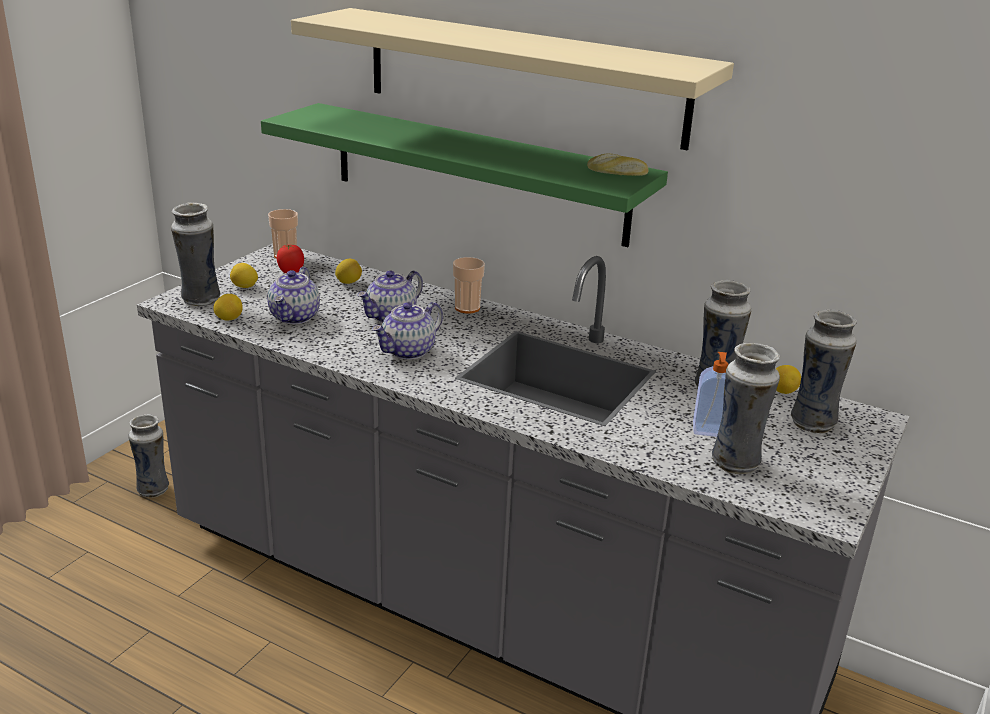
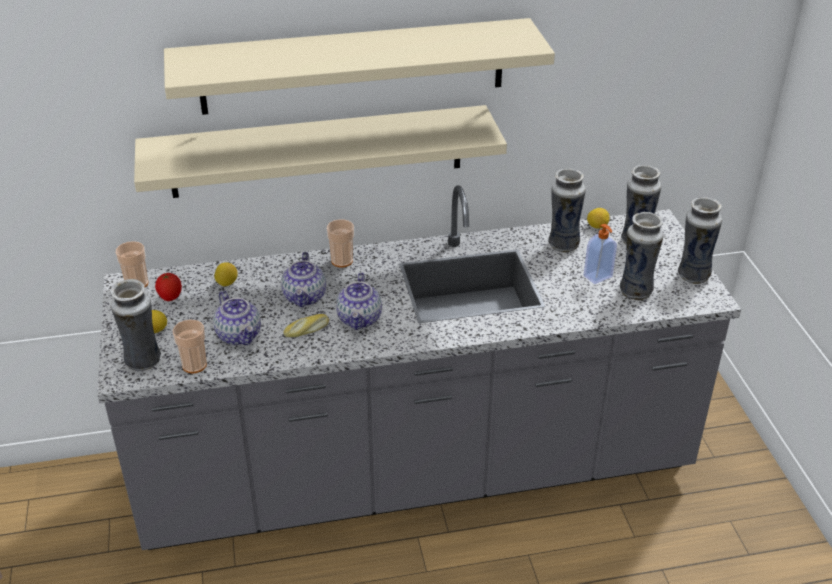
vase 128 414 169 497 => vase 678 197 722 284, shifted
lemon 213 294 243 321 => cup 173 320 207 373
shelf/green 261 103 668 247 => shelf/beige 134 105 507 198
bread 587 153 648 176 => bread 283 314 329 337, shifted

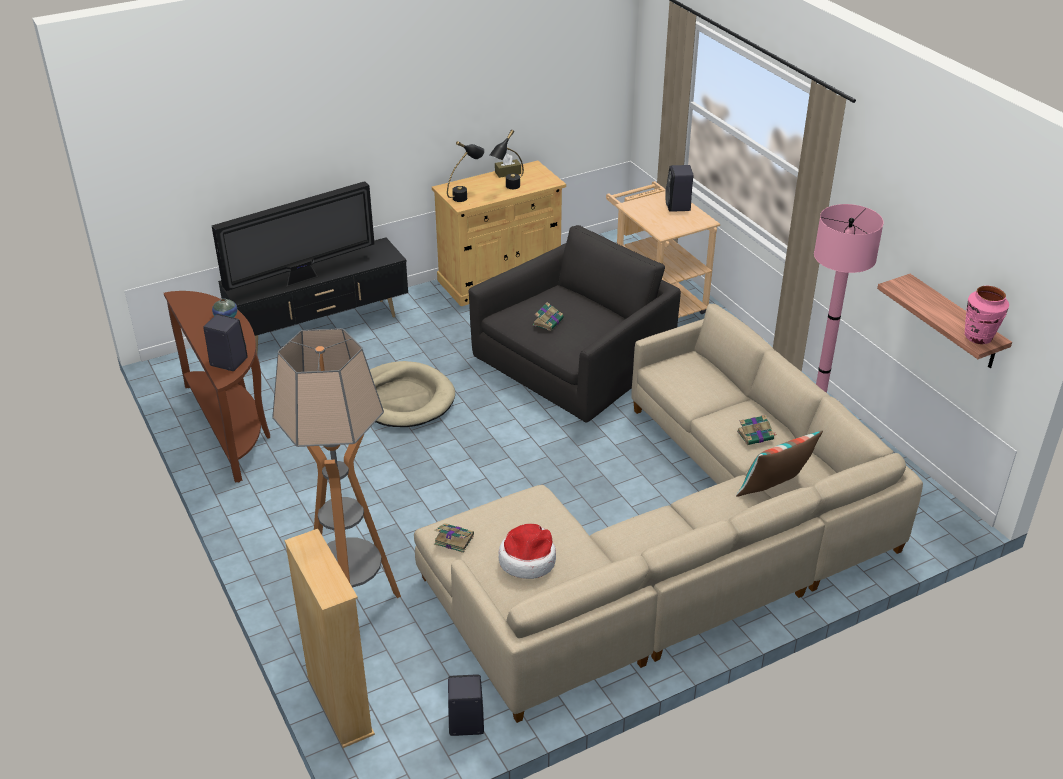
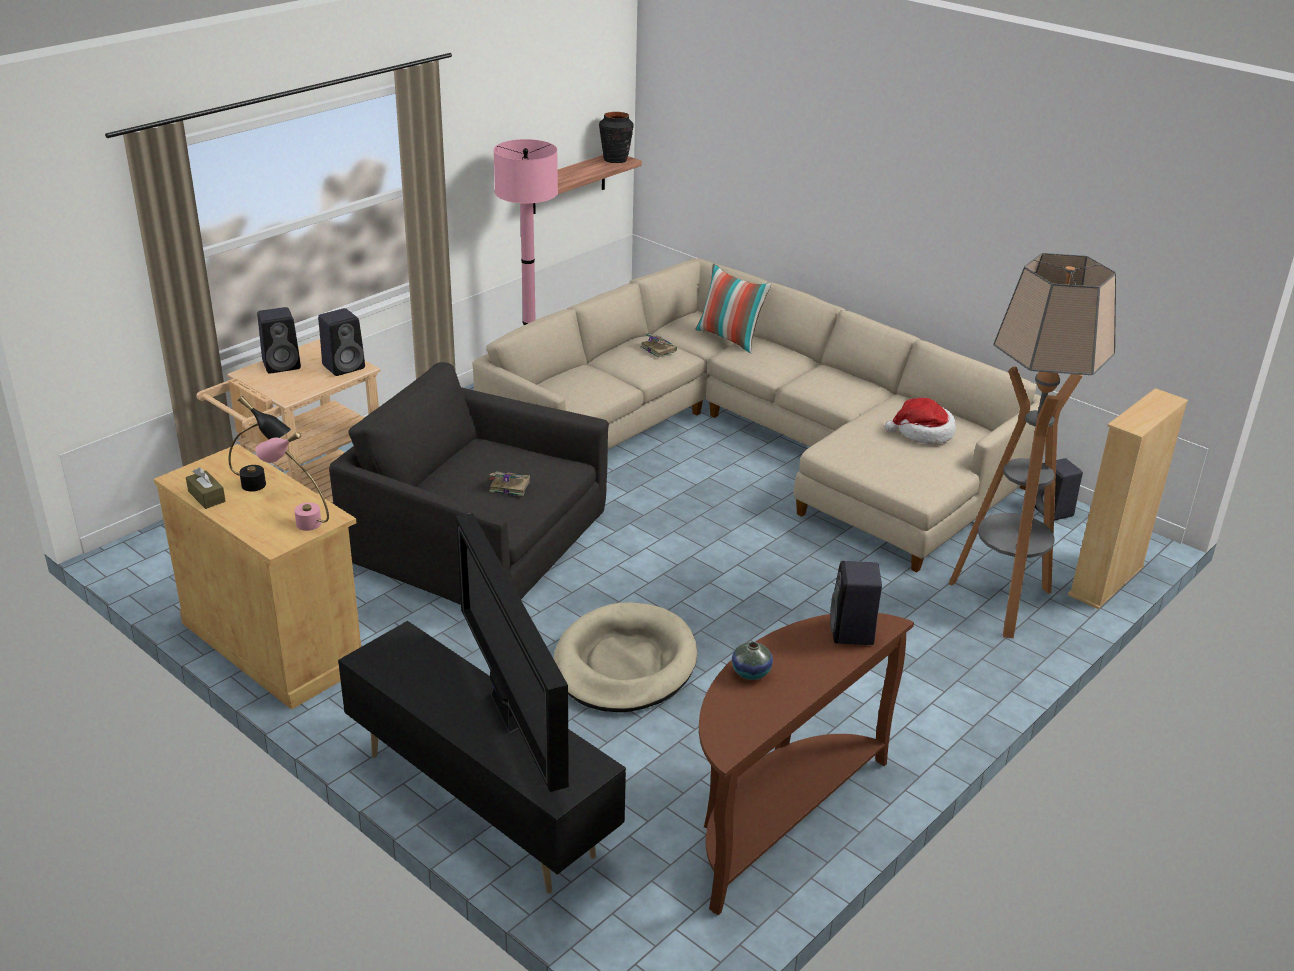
television 212 181 375 291 => television 456 513 569 792, 150 degrees counterclockwise
book 434 523 474 553 => nothing
table lamp/black 447 141 485 202 => table lamp/pink 256 432 329 531
vase/pink 965 286 1009 344 => vase/black 599 112 634 163
nothing => speaker/black 318 308 365 376

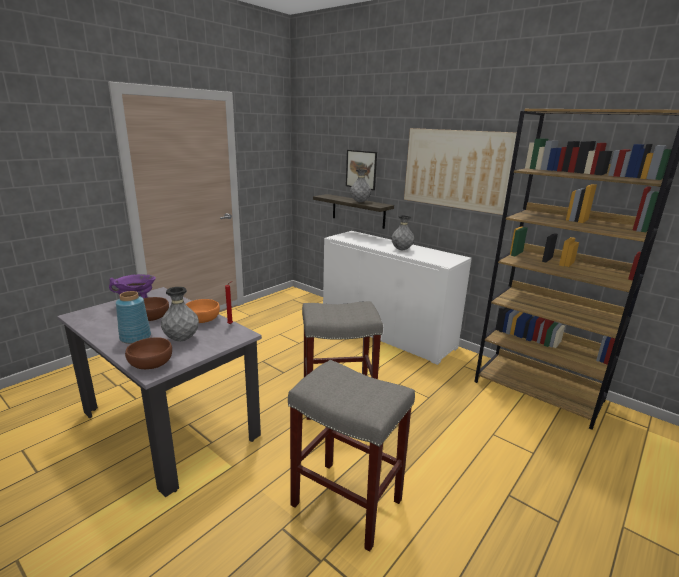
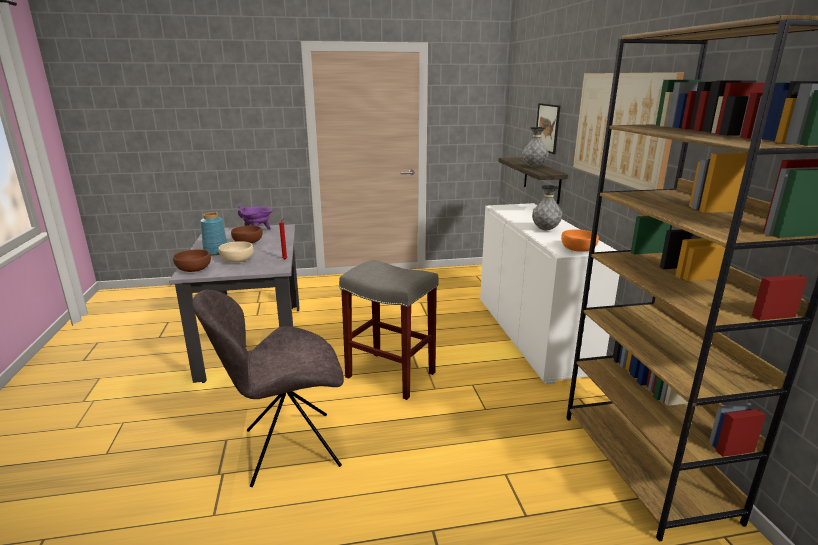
vase/grey 161 287 199 341 => bowl/beige 218 241 254 262
bowl/orange 186 299 220 323 => bowl/orange 561 230 599 251, shifted
stool/grey 288 360 415 552 => chair/grey 192 289 344 487

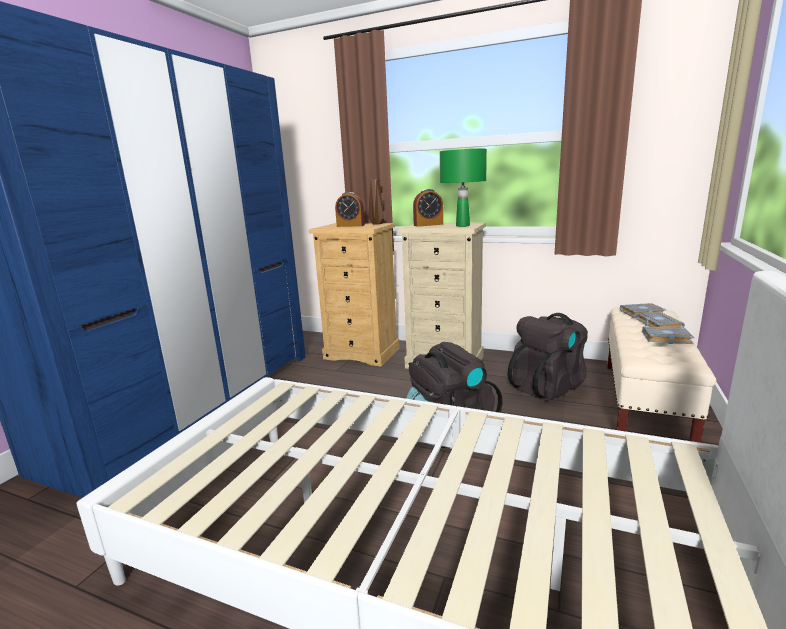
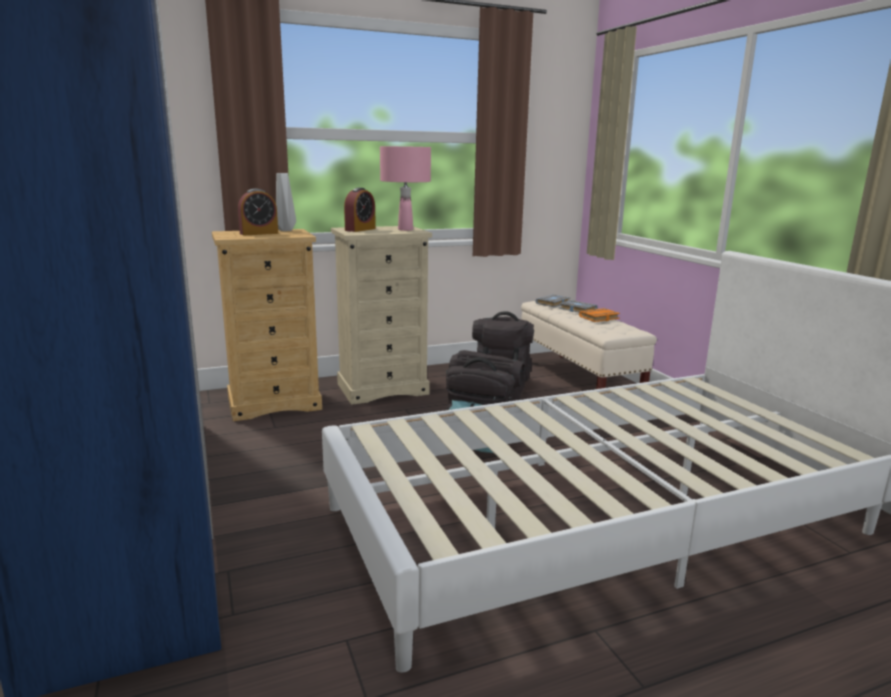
vase/brown 368 179 384 225 => vase/grey 276 173 296 231
table lamp/green 440 149 487 227 => table lamp/pink 380 146 431 231
book/grey 642 326 694 344 => book/orange 579 308 620 322

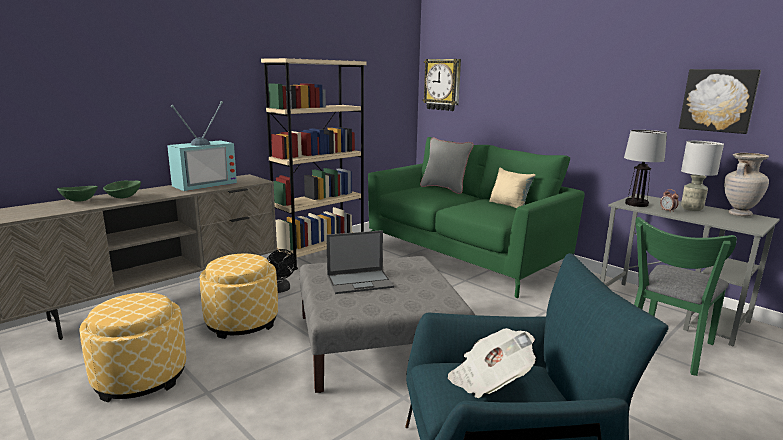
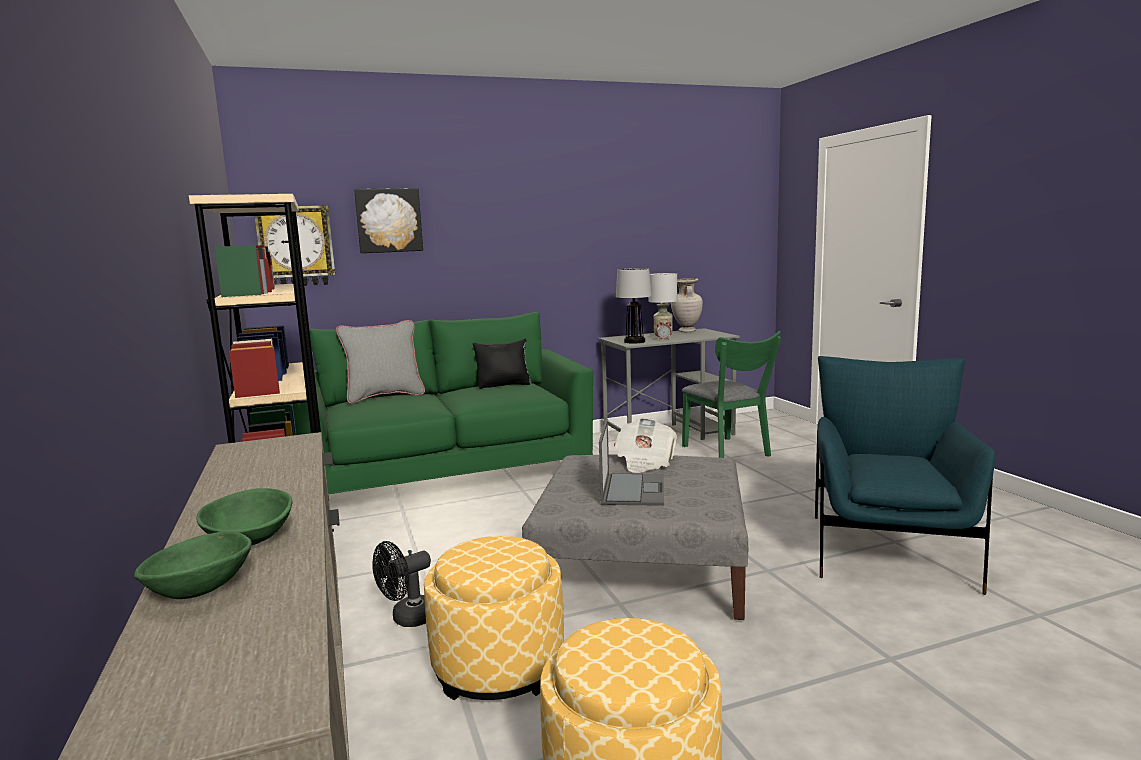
television 167 101 237 191 => nothing
fan/black 267 249 296 293 => fan/black 372 541 431 627, 150 degrees clockwise
newspaper 448 328 536 398 => newspaper 614 418 677 473, shifted
pillow/beige 489 168 535 209 => pillow/black 473 339 532 389
picture 679 69 761 134 => picture 354 188 423 253, shifted

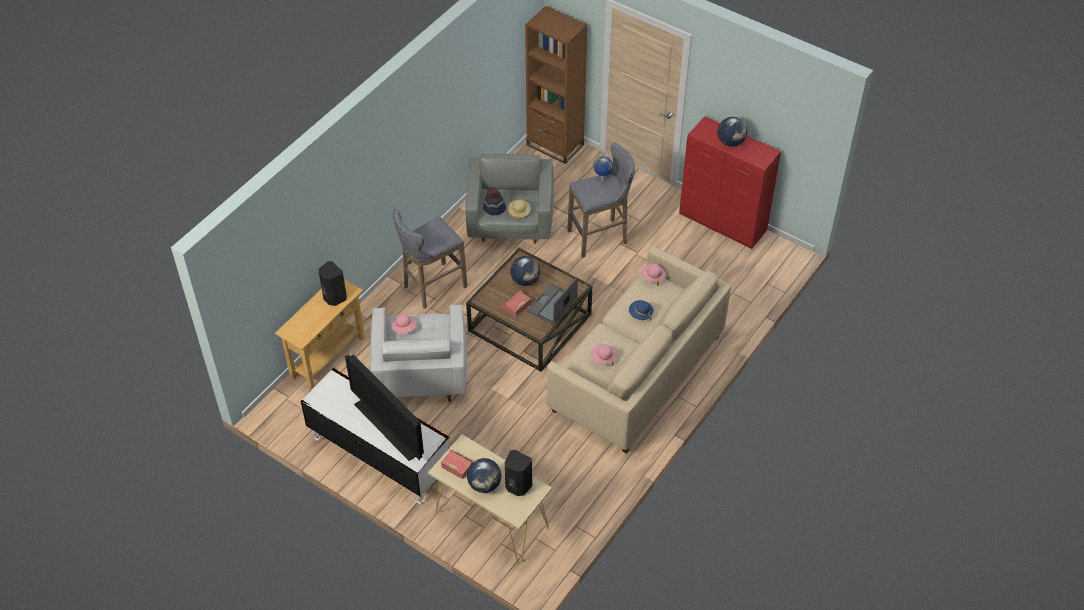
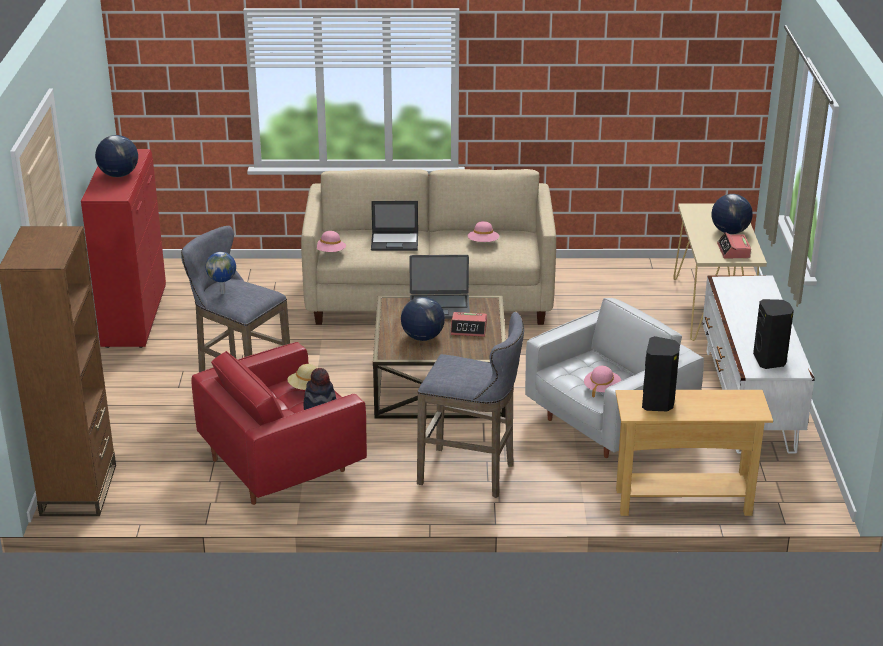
television 345 355 424 461 => nothing
armchair/grey 465 154 554 244 => armchair/red 191 342 367 505
speaker/black 505 450 532 496 => speaker/black 753 299 794 369, shifted
hat/blue 629 300 654 321 => laptop 371 201 418 251

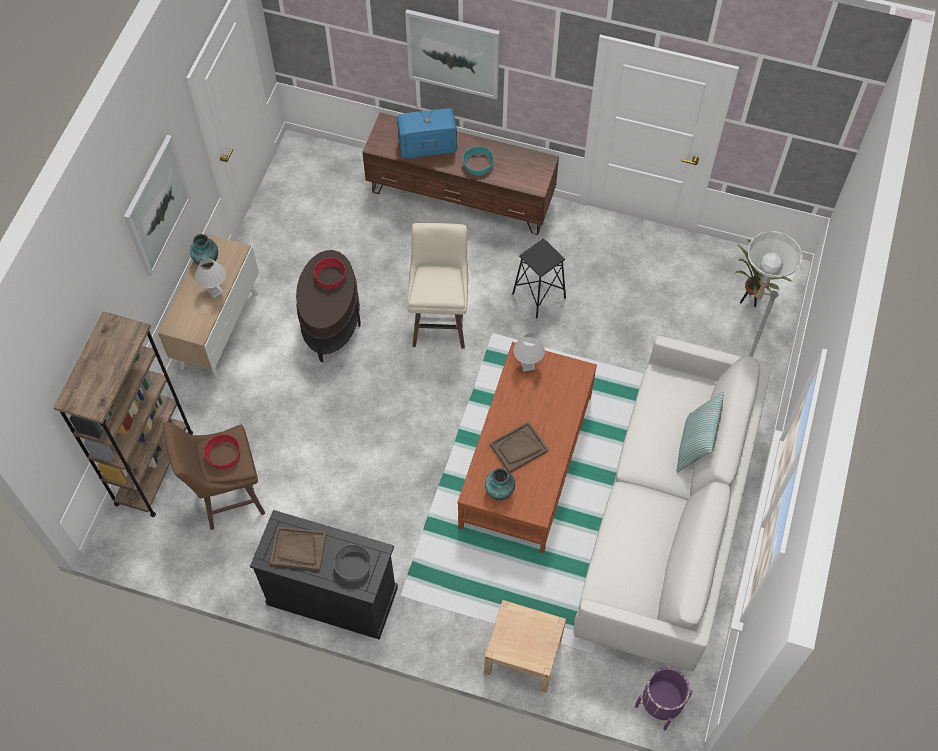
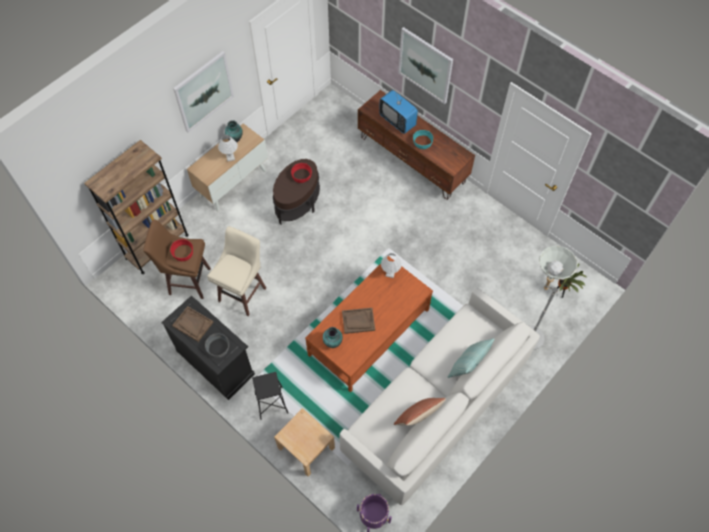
television 397 100 457 158 => television 379 88 418 134, 150 degrees counterclockwise
stool/beige 407 223 468 349 => stool/beige 207 226 266 316, shifted
stool/black 512 238 566 318 => stool/black 252 372 288 420, shifted
nothing => pillow 394 398 446 426

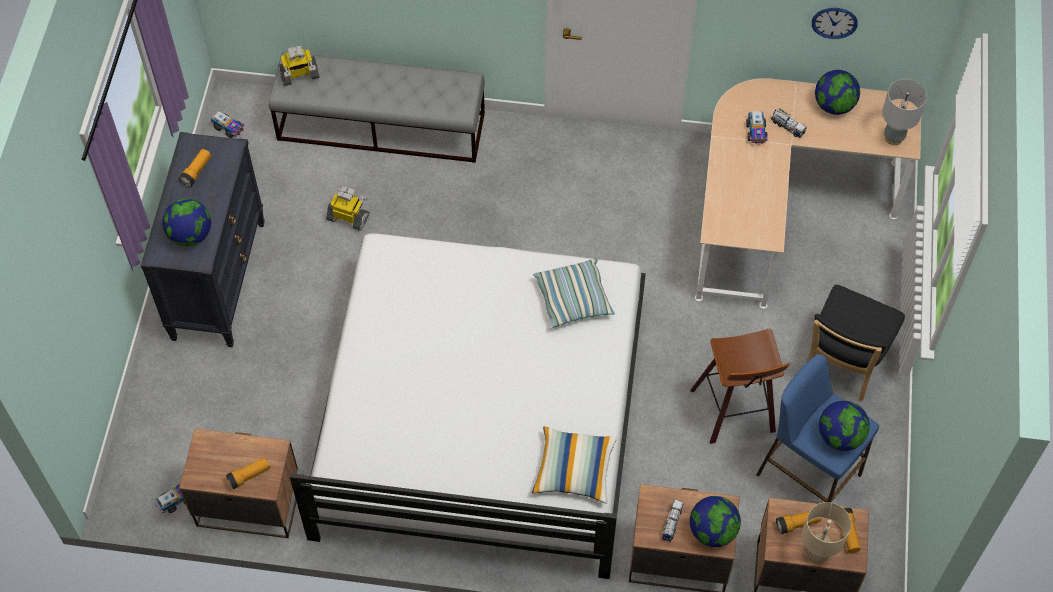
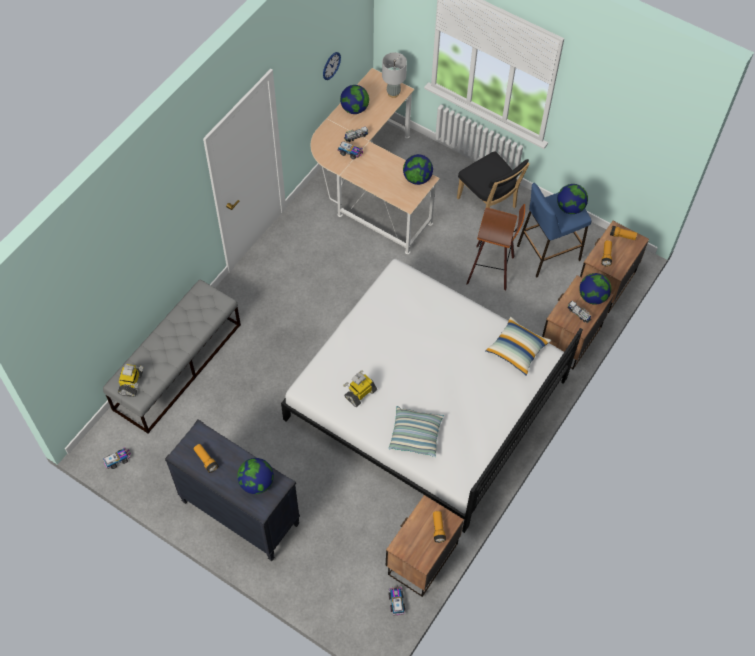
toy robot 326 187 370 231 => toy robot 343 370 377 407, shifted
pillow 533 258 615 328 => pillow 389 406 444 457, shifted
table lamp/beige 802 502 851 564 => nothing
nothing => globe 403 154 433 185

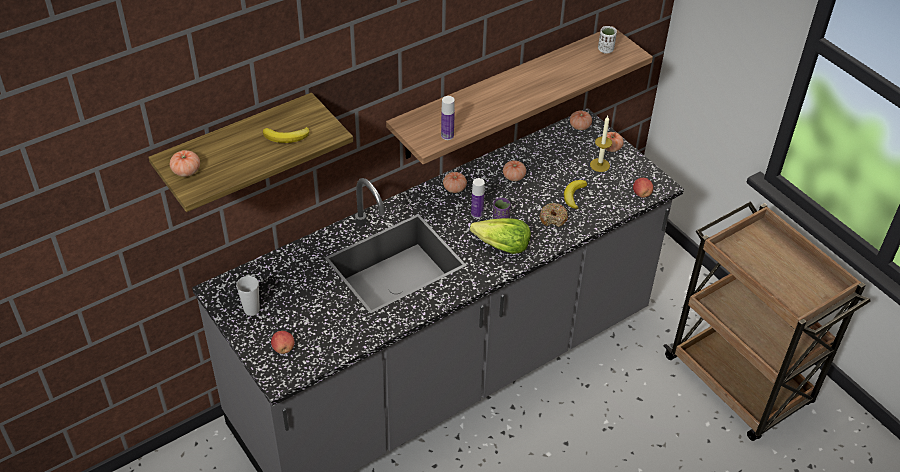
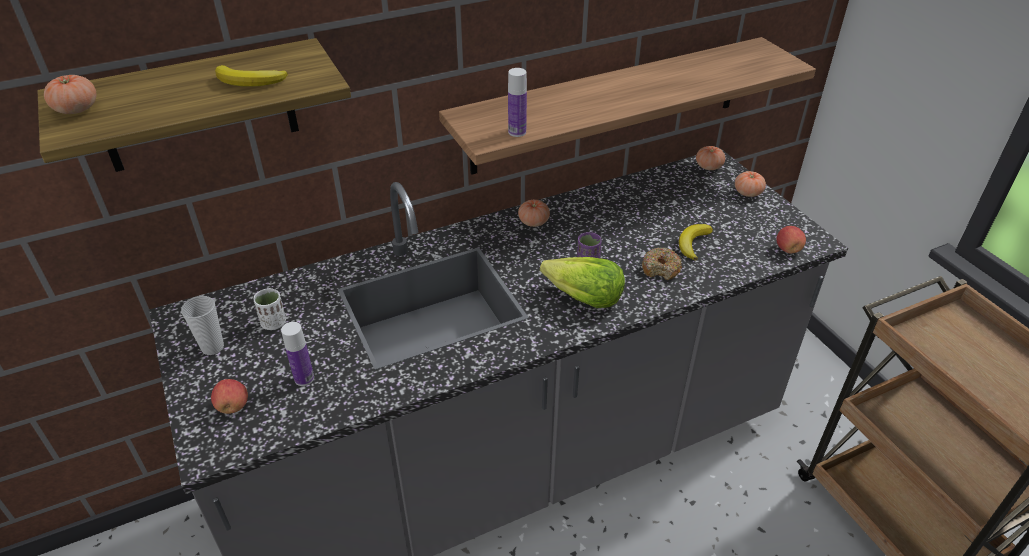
bottle 471 178 485 218 => bottle 281 322 314 386, shifted
tomato 503 160 526 181 => nothing
candle 590 116 612 172 => nothing
cup/white 598 26 617 54 => cup/white 254 288 286 330, shifted

